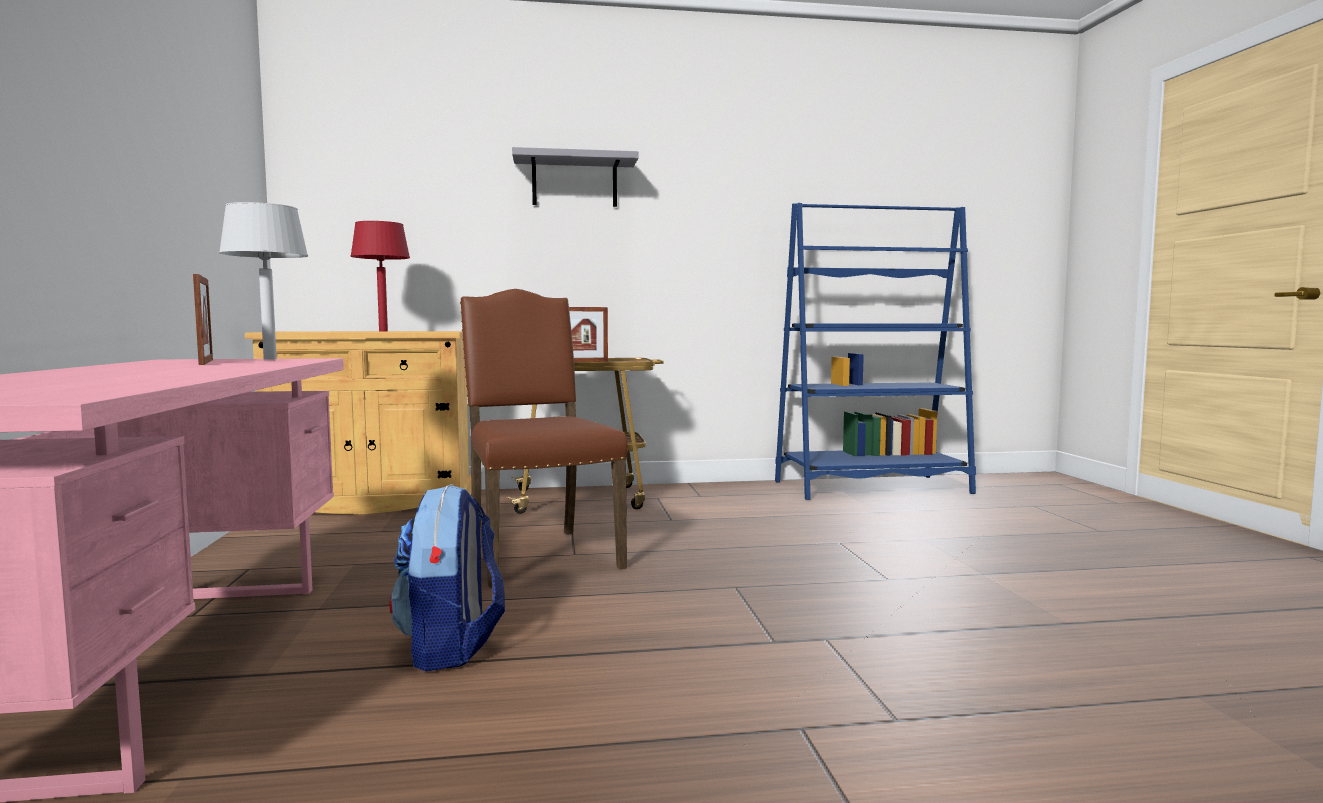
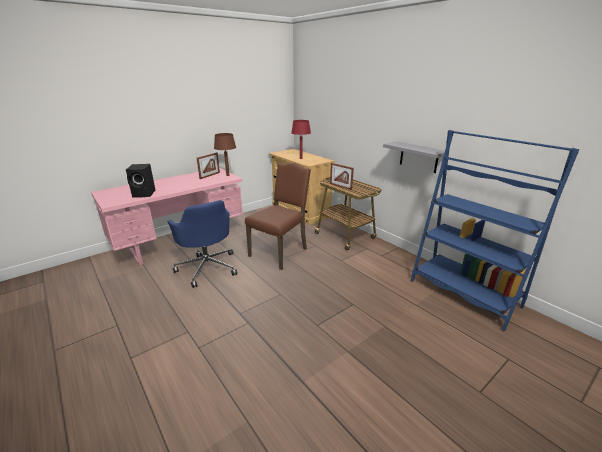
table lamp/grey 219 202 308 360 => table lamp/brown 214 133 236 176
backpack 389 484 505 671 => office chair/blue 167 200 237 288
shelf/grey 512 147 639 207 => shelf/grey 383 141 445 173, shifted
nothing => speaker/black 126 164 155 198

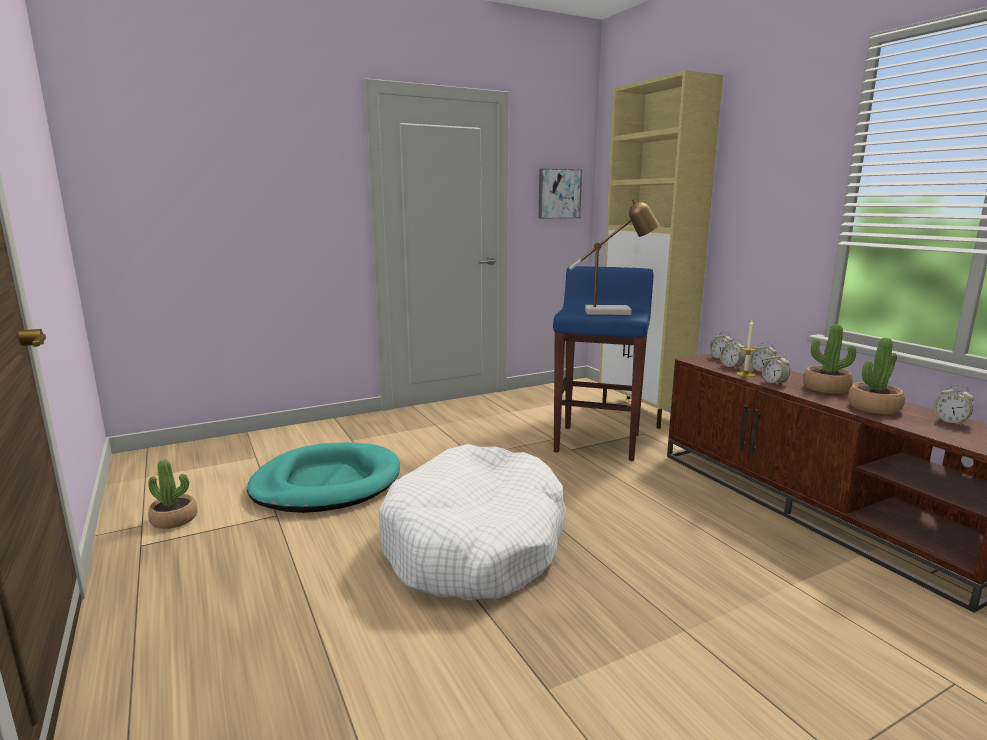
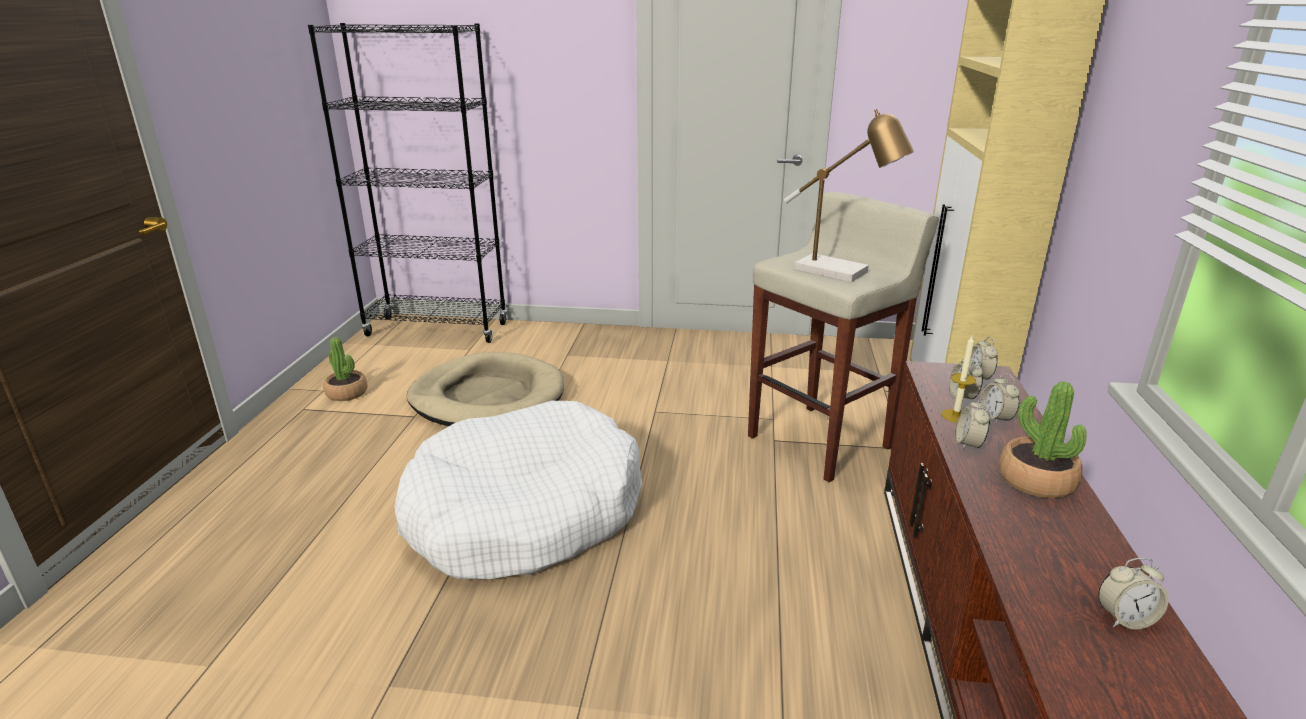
dog bed/turquoise 247 442 400 513 => dog bed/beige 407 352 564 426
picture 538 168 582 219 => nothing
stool/blue 553 266 653 461 => stool/beige 748 192 939 482
potted plant 848 338 905 414 => nothing
alarm clock 934 385 974 426 => alarm clock 1098 558 1169 629, 90 degrees counterclockwise
nothing => bookcase/black 308 23 507 343

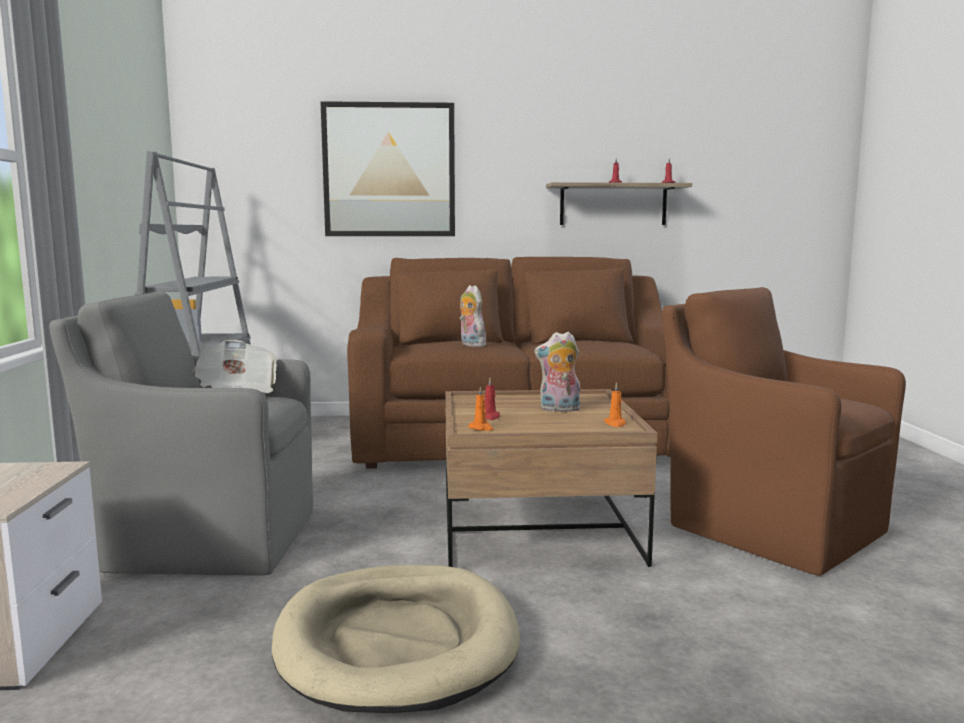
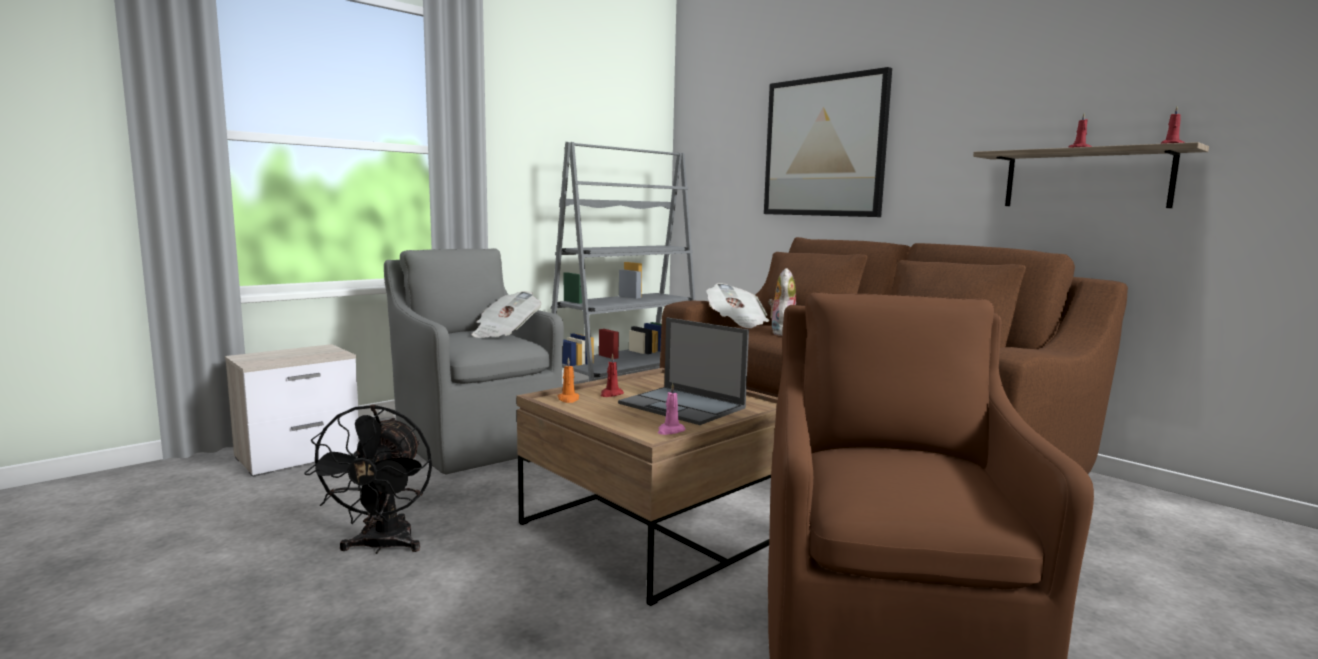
dog bed/beige 272 565 520 713 => fan/black 304 405 432 554
plush toy 534 332 580 413 => laptop 618 318 749 425
candle/orange 604 382 626 427 => candle/pink 658 383 686 435
nothing => newspaper 706 283 769 328

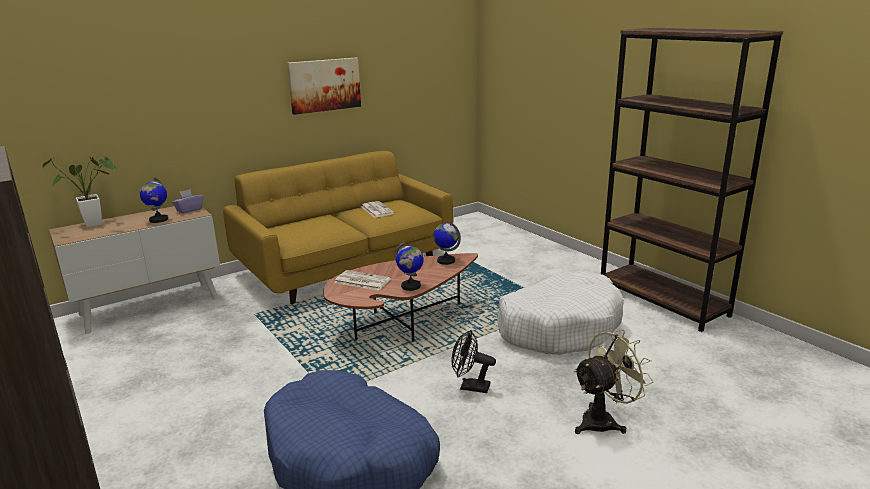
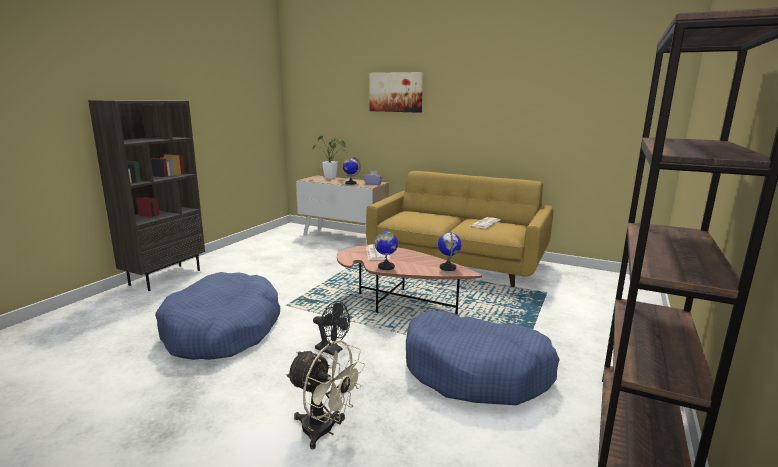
picture 287 58 361 115 => picture 369 72 423 113, shifted
fan/black 451 330 496 393 => fan/black 313 301 350 356, 135 degrees clockwise
dog bed/white 497 271 624 355 => dog bed/blue 406 311 560 405

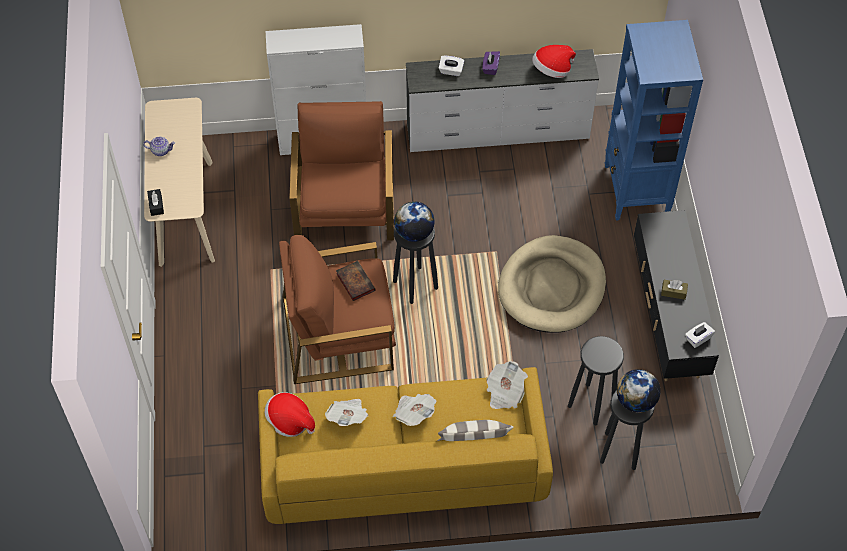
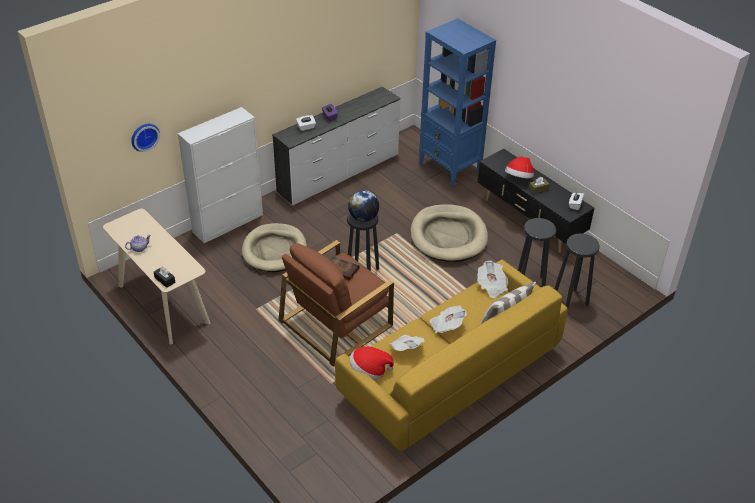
armchair/brown 289 101 394 240 => dog bed/beige 242 223 307 272
hat 532 45 576 78 => hat 505 156 534 179, shifted
globe 617 369 661 413 => nothing
nothing => wall clock 131 124 160 152

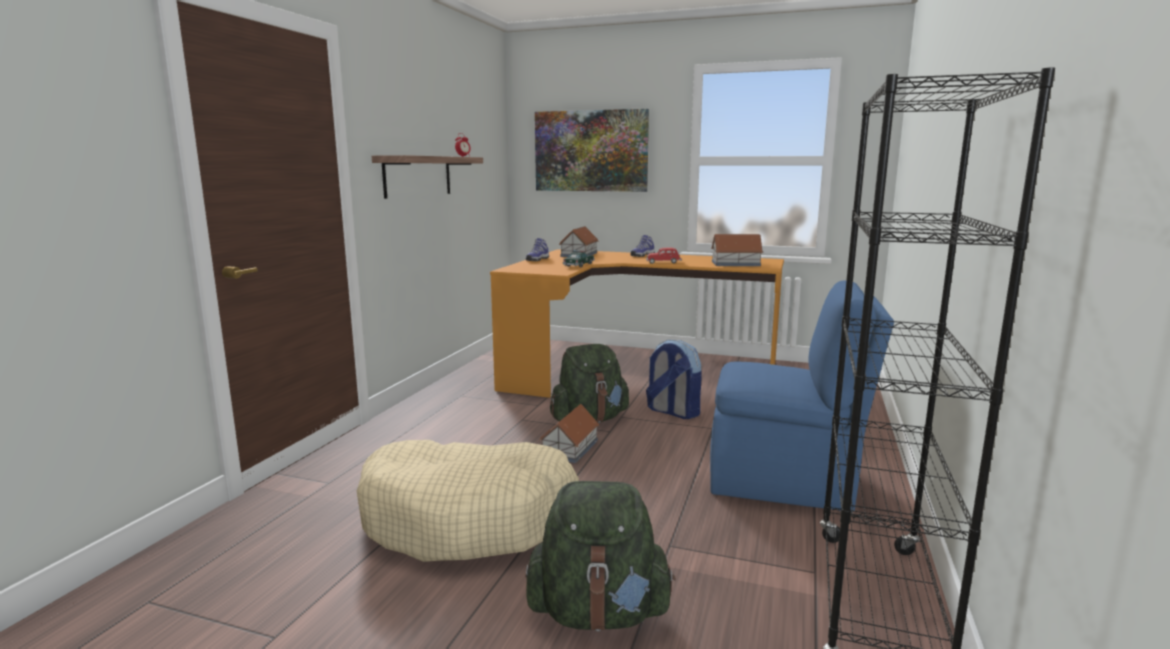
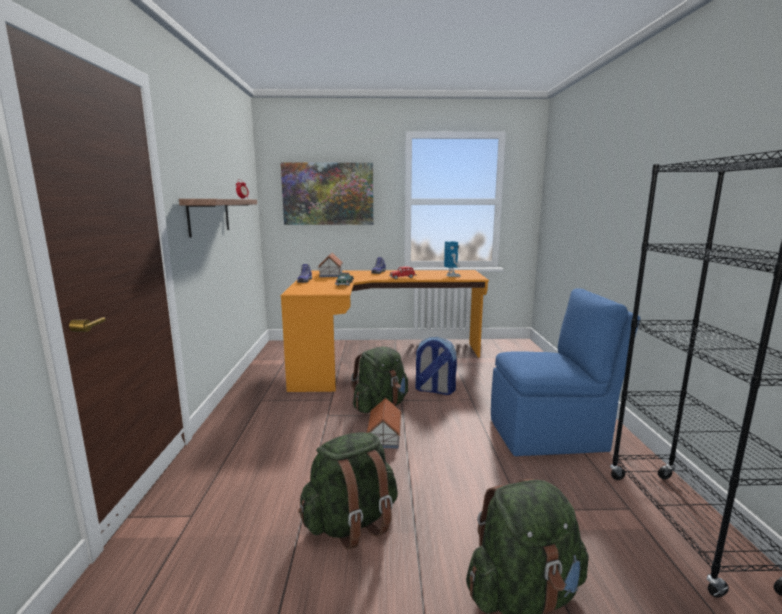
dog bed/beige 357 440 579 562 => backpack/green 298 432 398 550
toy house 711 234 763 266 => toy robot 444 241 461 277

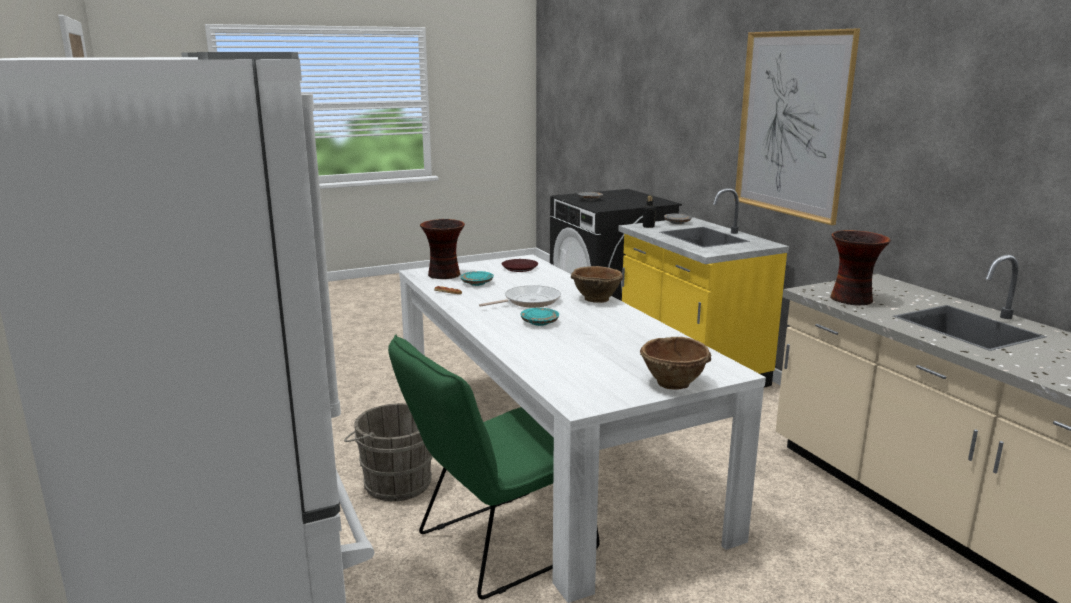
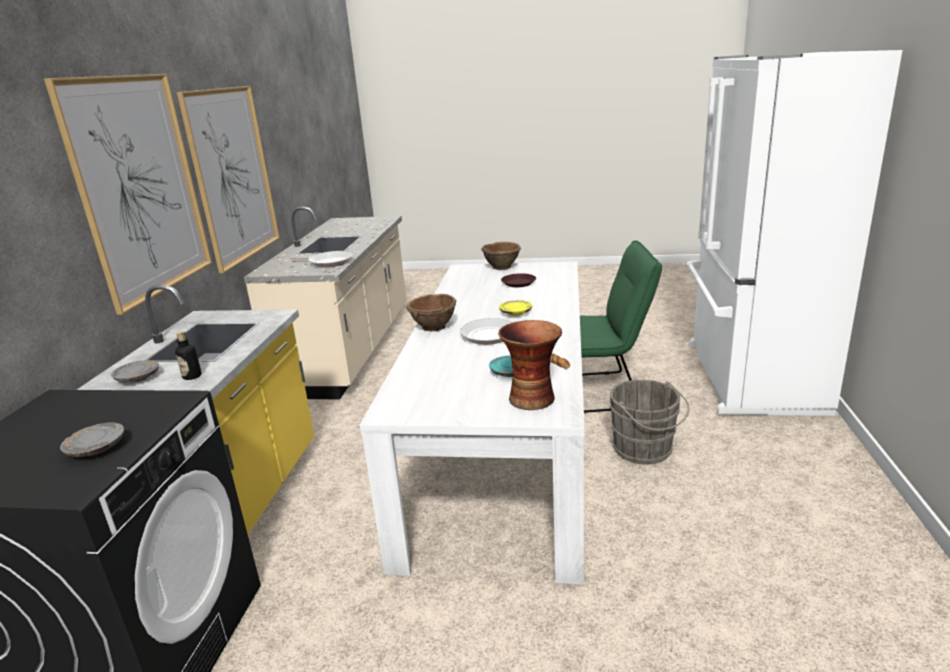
plate/brown 501 259 538 272 => plate/brown 501 273 536 287, shifted
plate/turquoise 520 308 559 326 => plate/yellow 499 300 532 316
vase 830 230 891 305 => frying pan 290 251 352 267
nothing => picture 177 86 280 273

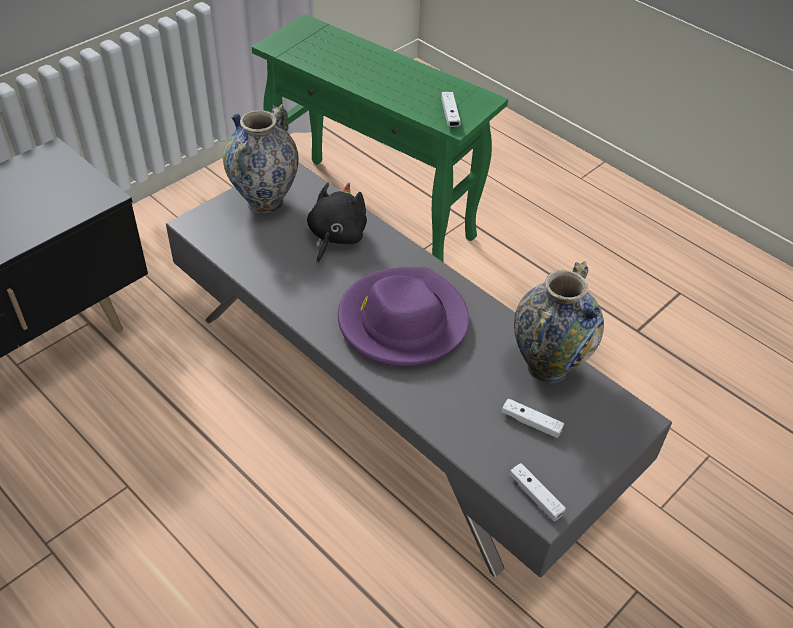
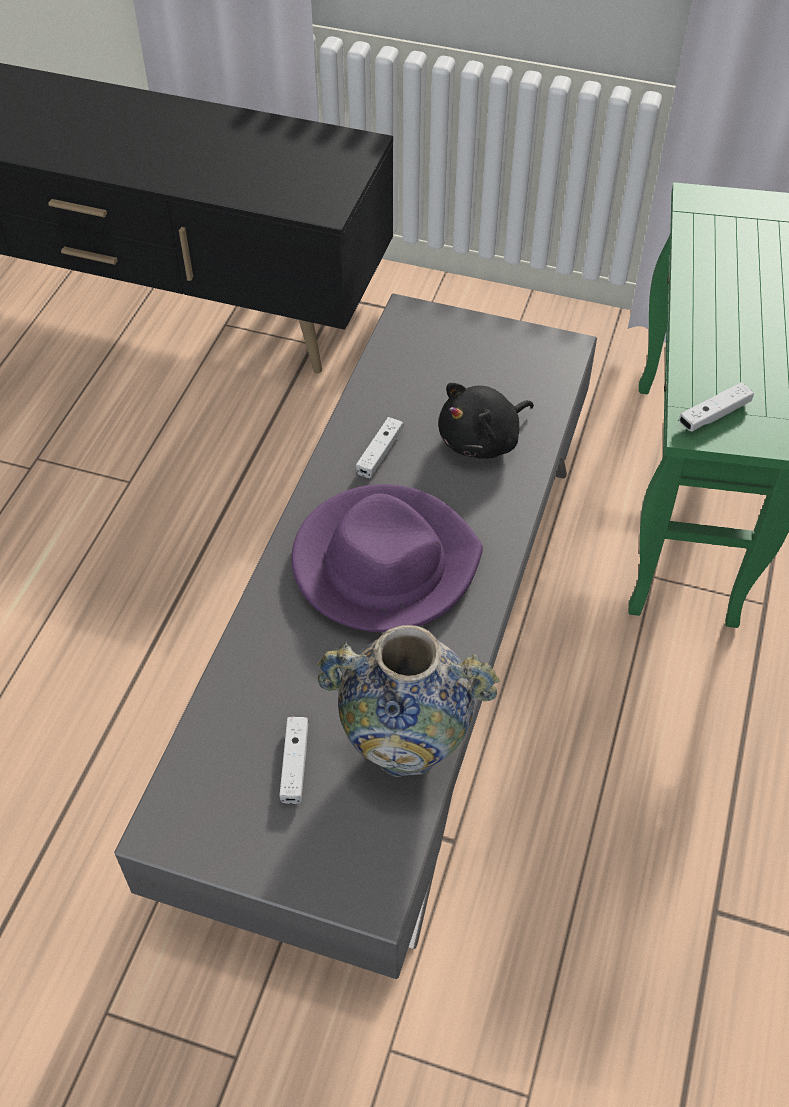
vase 223 104 299 214 => nothing
plush toy/black 307 182 367 264 => plush toy/black 438 383 534 459, 150 degrees clockwise
game controller/white 509 463 566 521 => game controller/white 356 417 403 478, shifted

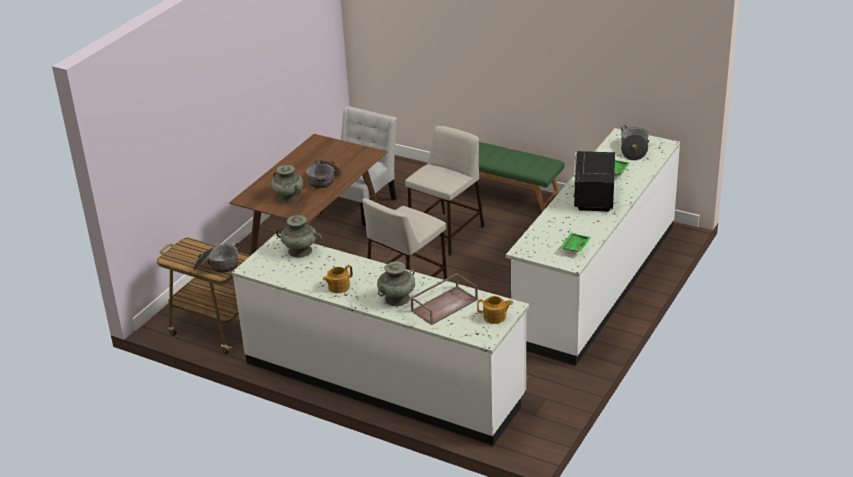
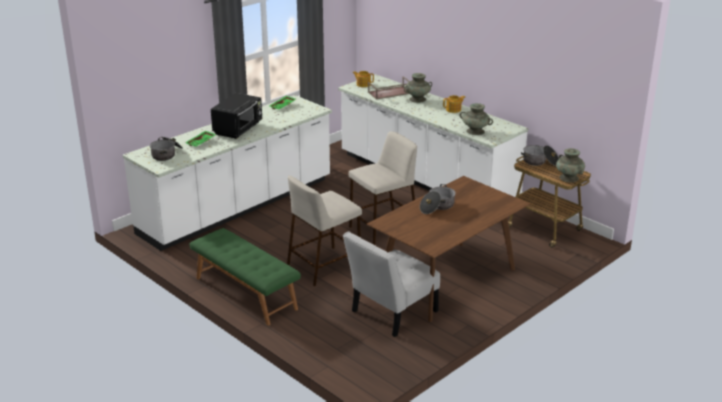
vase/turquoise 271 165 303 203 => vase/turquoise 556 148 585 182, shifted

